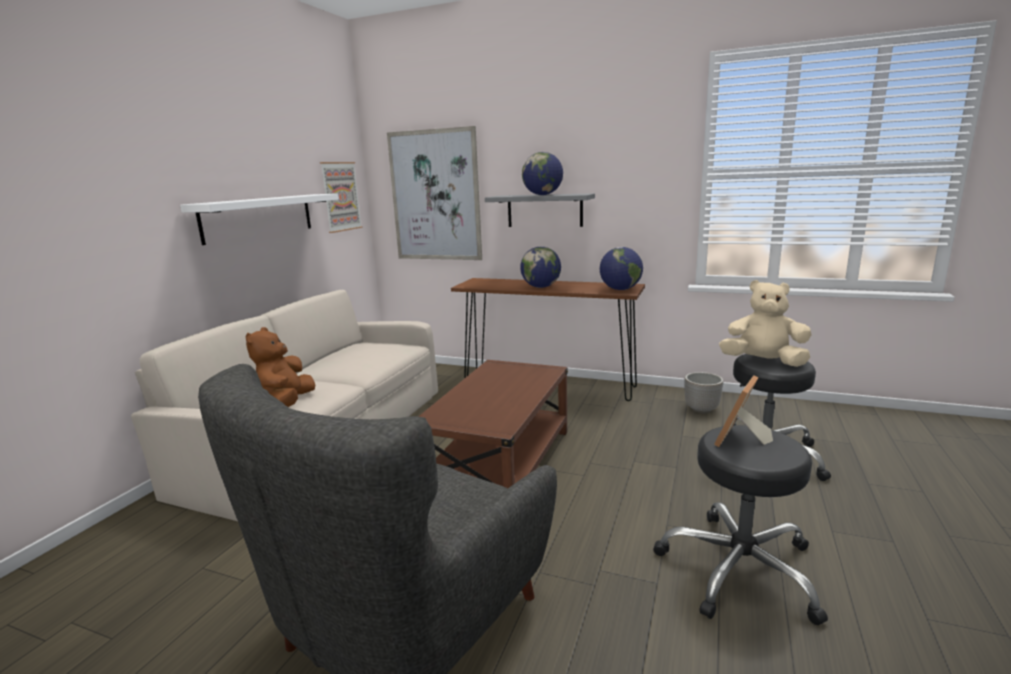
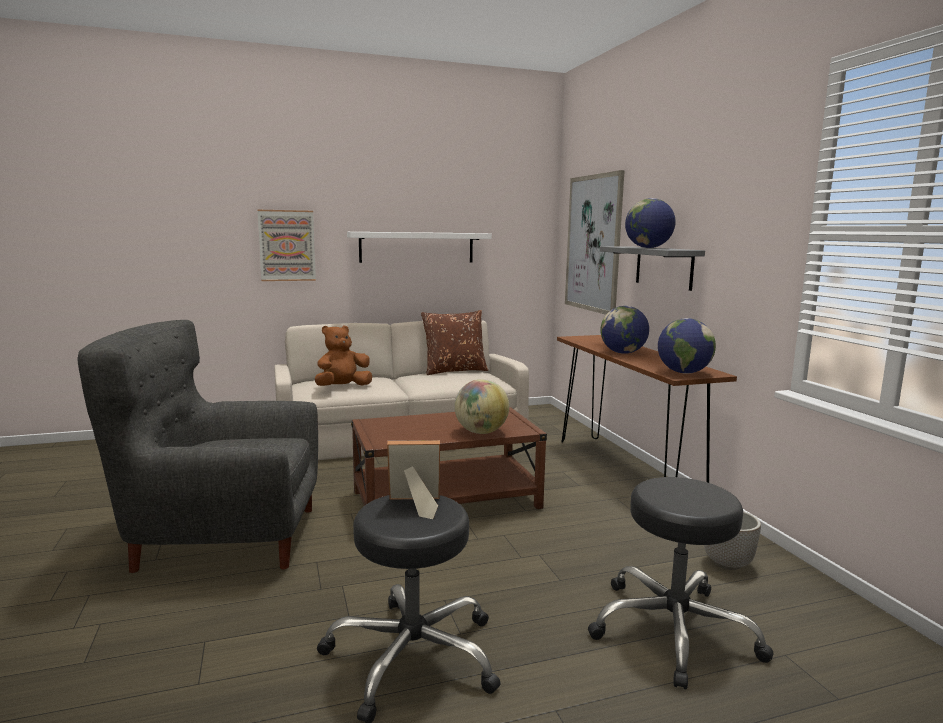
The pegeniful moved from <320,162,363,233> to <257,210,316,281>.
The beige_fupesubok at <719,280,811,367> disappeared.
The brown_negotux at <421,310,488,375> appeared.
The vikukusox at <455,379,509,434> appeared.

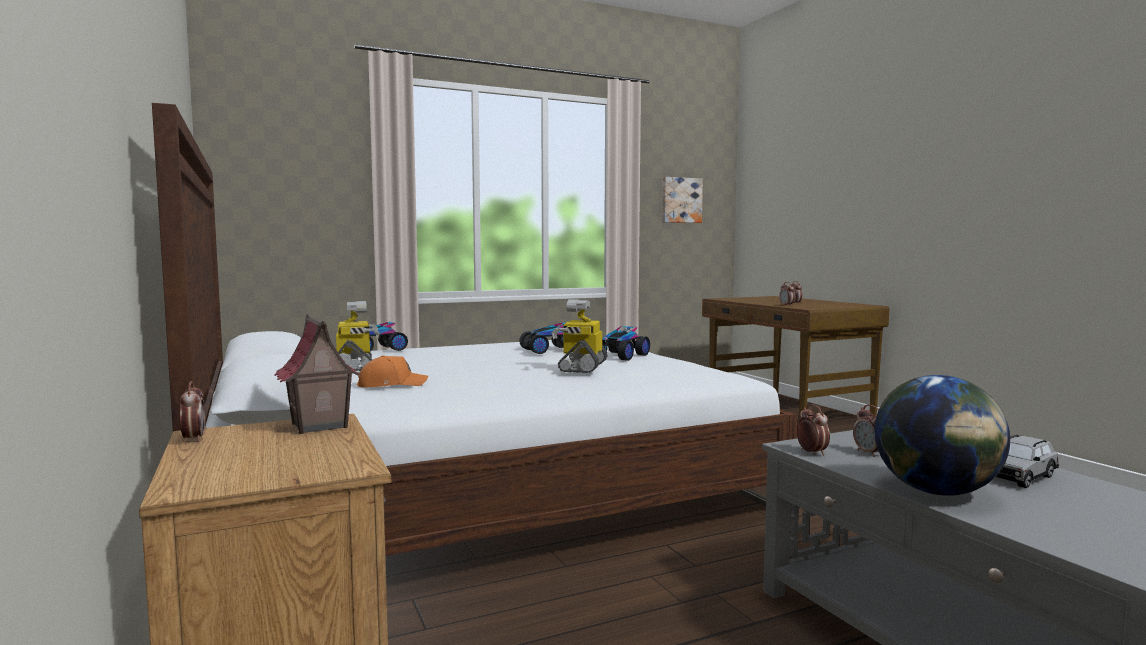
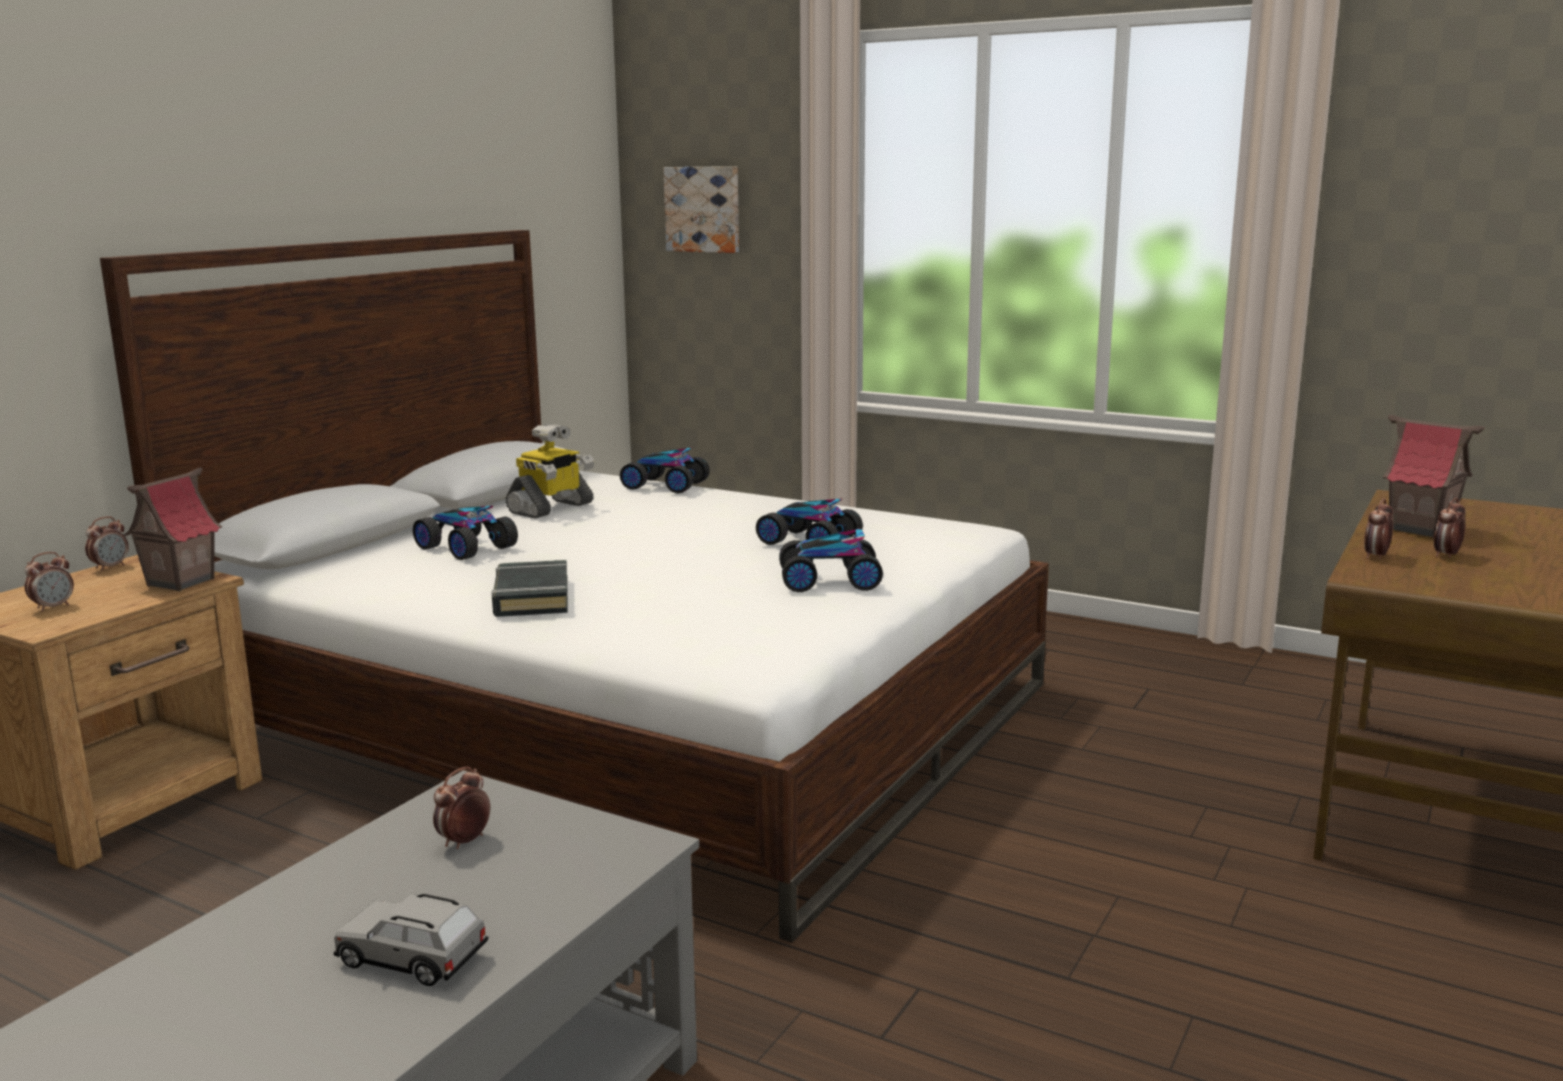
The pegeniful moved from <662,177,703,223> to <664,166,739,253>.
The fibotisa at <552,299,608,373> disappeared.
The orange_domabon at <357,355,428,387> was replaced by the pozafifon at <413,506,518,560>.
The vikukusox at <875,375,1010,496> disappeared.
The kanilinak moved from <797,404,830,456> to <25,552,74,612>.
The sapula at <1383,415,1484,538> appeared.
The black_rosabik at <491,560,568,617> appeared.

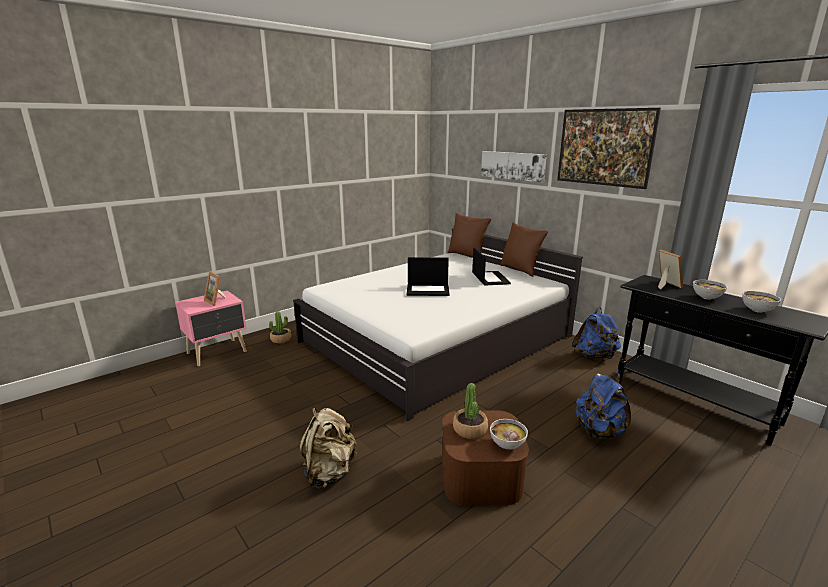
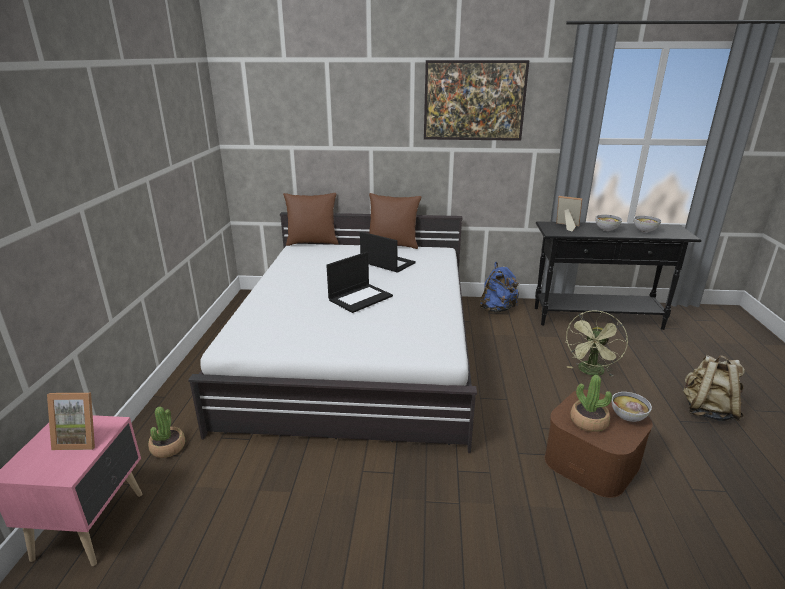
The pegeniful at <481,151,547,183> disappeared.
The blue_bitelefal at <575,373,631,439> was replaced by the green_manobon at <565,310,628,377>.
The beige_bitelefal moved from <300,408,358,489> to <683,355,745,421>.

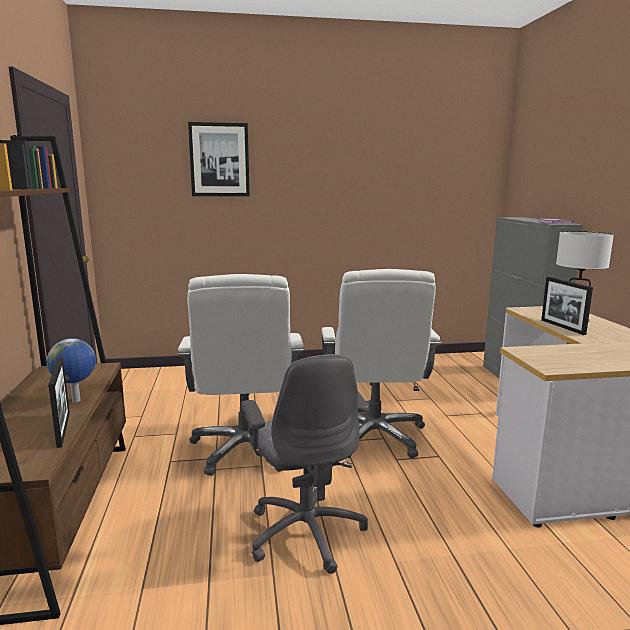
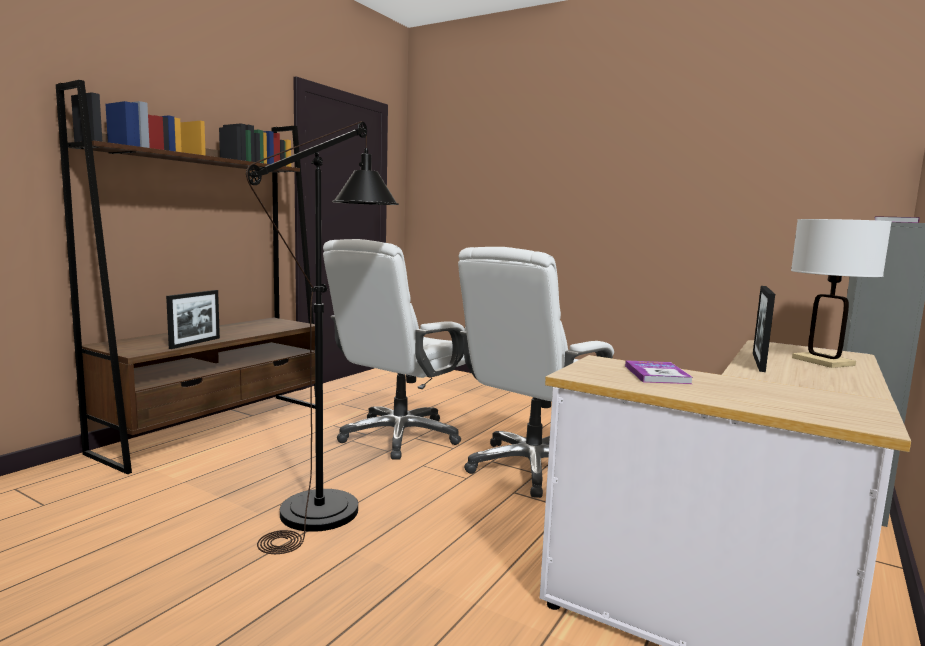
The pegeniful at <188,122,250,196> disappeared.
The vikukusox at <46,338,96,402> disappeared.
The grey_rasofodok at <241,354,369,574> was replaced by the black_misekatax at <246,121,399,554>.
The rosabik at <625,360,693,384> appeared.

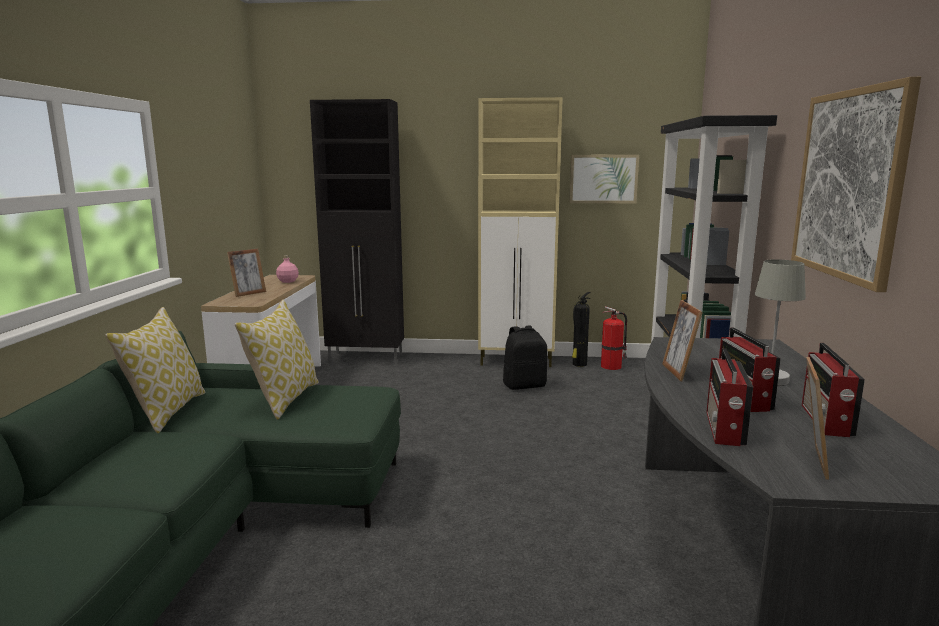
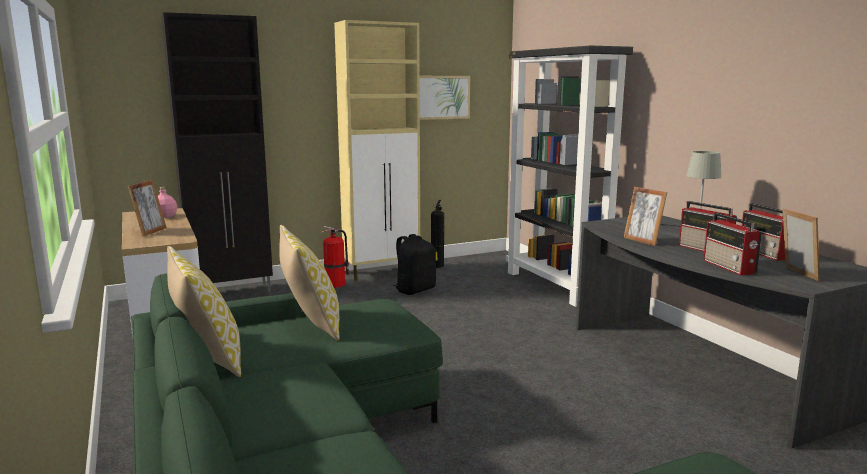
The pegeniful at <791,77,921,292> disappeared.
The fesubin moved from <601,306,627,370> to <322,226,350,288>.

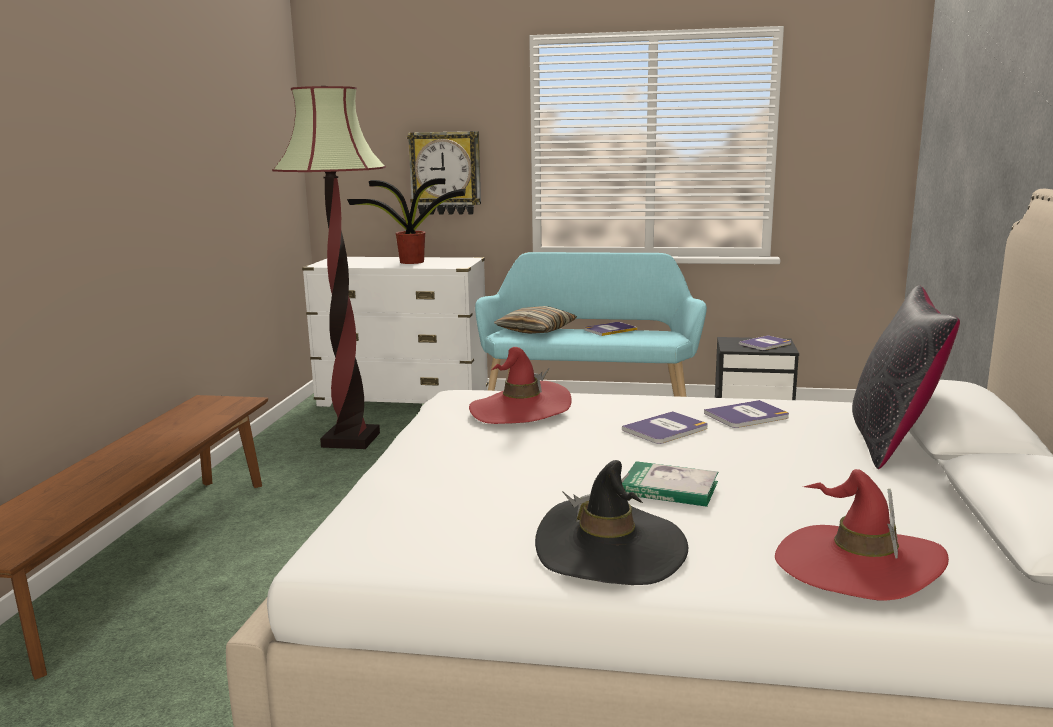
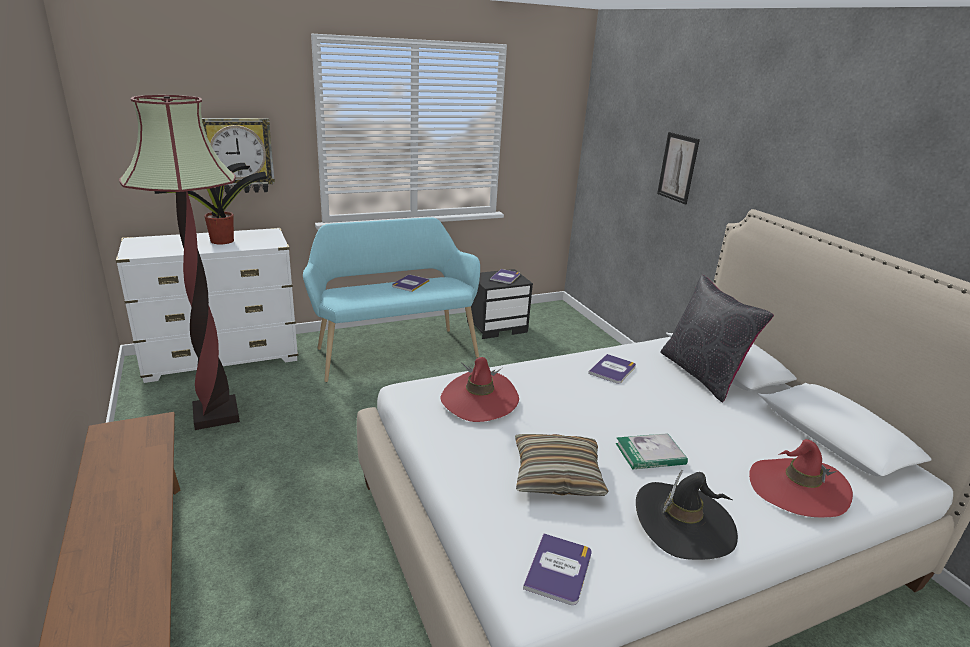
The negotux moved from <494,306,577,334> to <515,434,609,496>.
The rosabik moved from <622,411,708,444> to <523,533,592,605>.
The pegeniful at <657,132,700,204> appeared.

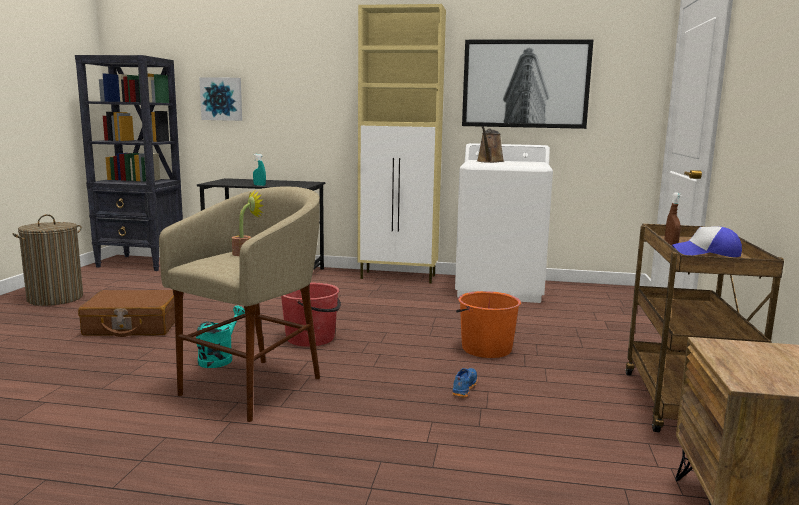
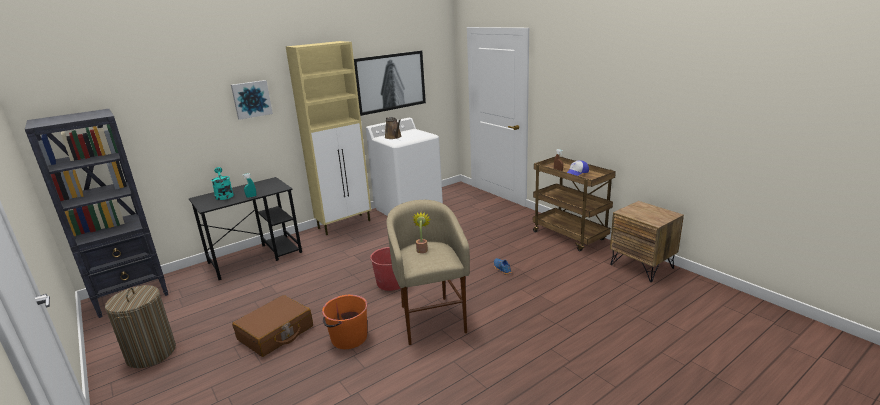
The pegeniful moved from <199,77,242,121> to <231,80,273,120>.
The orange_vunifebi moved from <456,291,521,358> to <322,295,367,349>.
The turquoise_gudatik moved from <196,306,245,368> to <211,167,234,200>.

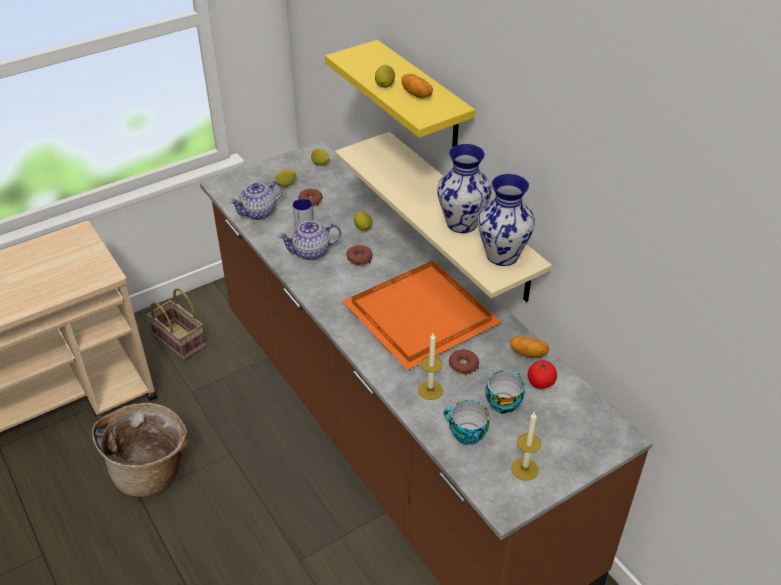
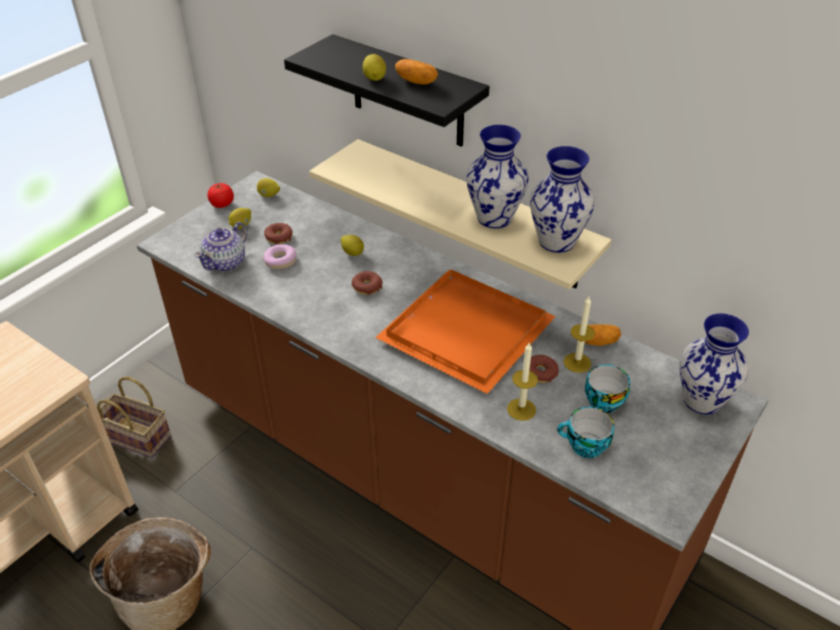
The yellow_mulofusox at <325,40,475,147> became the black_mulofusox at <284,34,489,147>.
The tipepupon at <293,199,313,228> was replaced by the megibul at <263,244,297,269>.
The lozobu at <278,221,341,260> disappeared.
The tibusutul moved from <528,360,557,389> to <207,183,234,208>.
The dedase moved from <511,411,541,480> to <564,296,595,373>.
The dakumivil at <679,313,749,415> appeared.

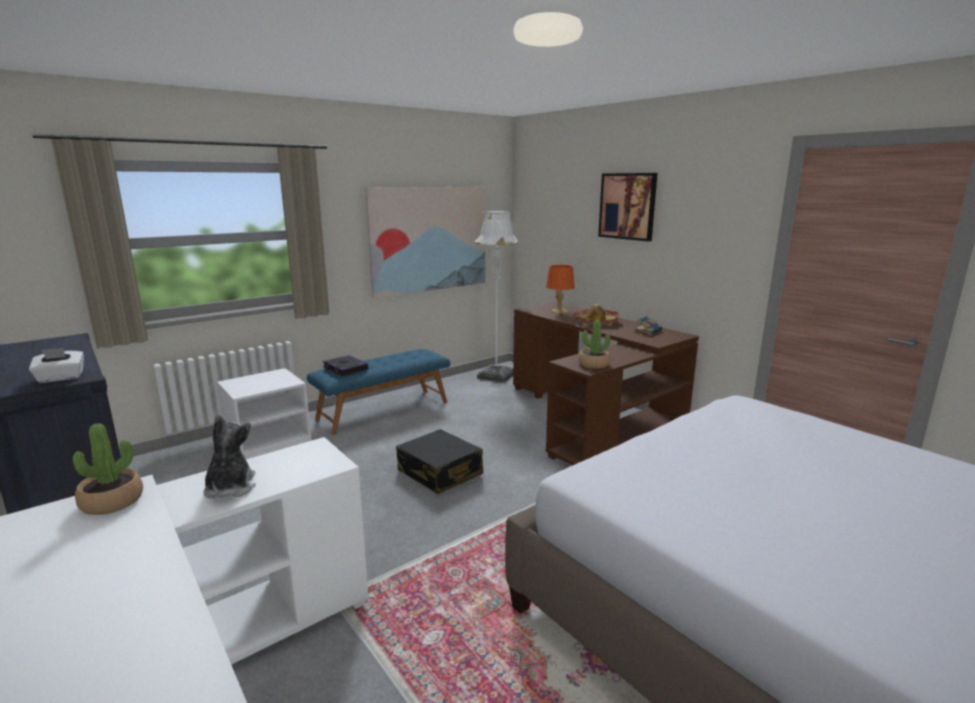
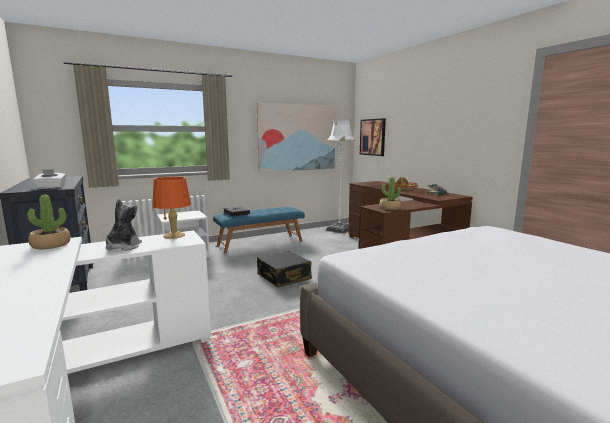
The pegeniful moved from <598,173,657,241> to <360,118,386,156>.
The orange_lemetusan moved from <546,265,575,313> to <152,177,191,239>.

